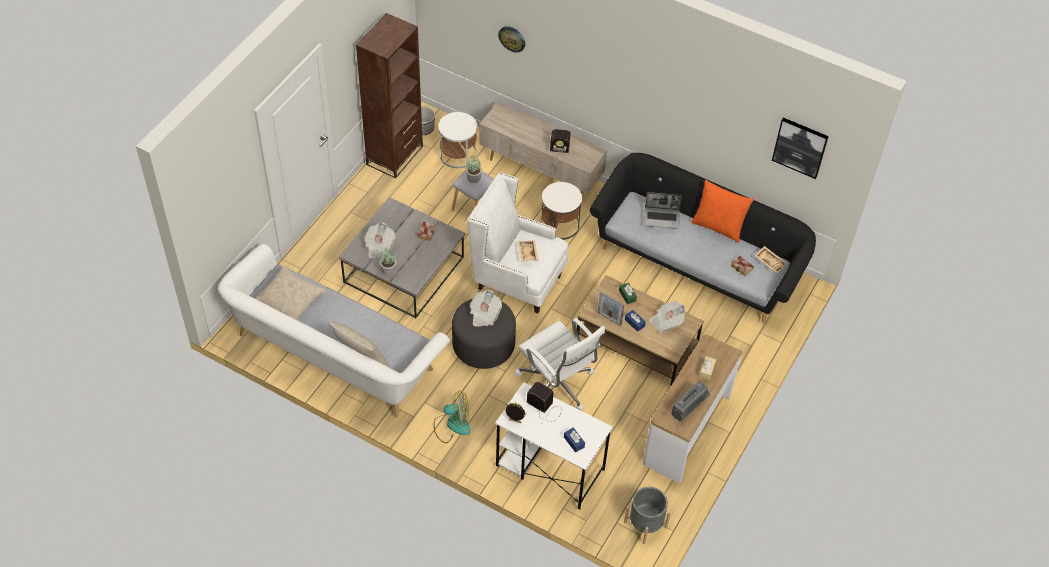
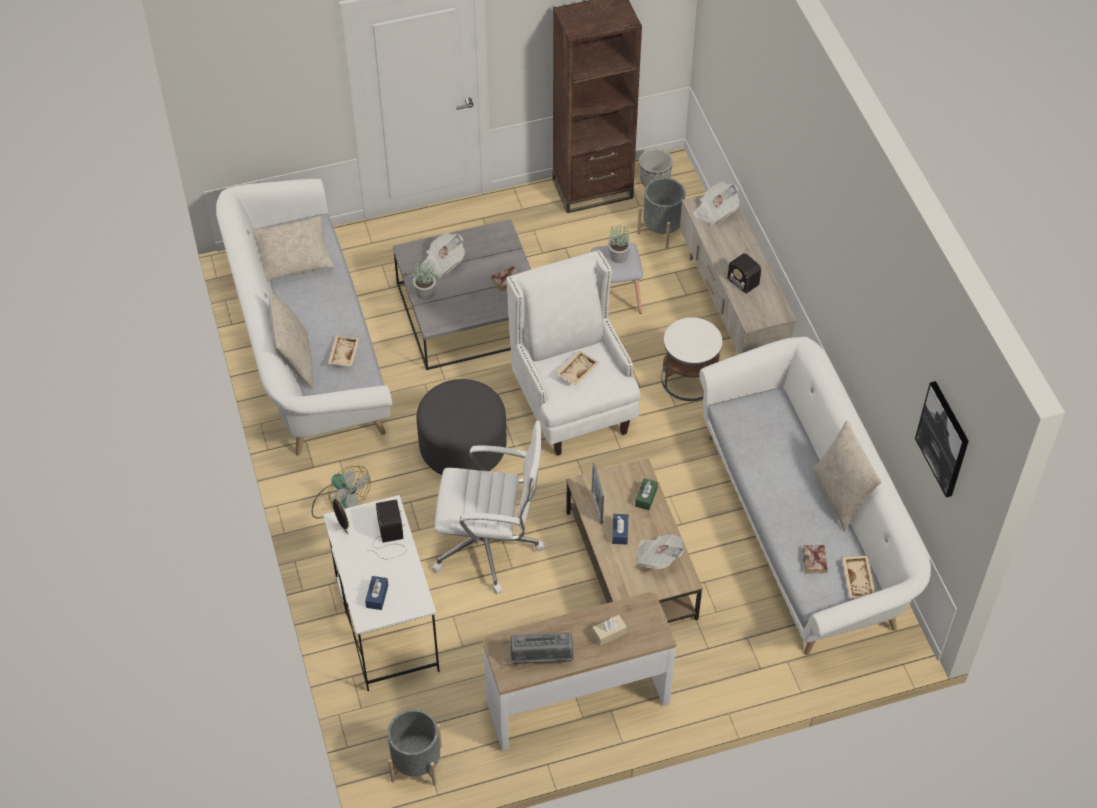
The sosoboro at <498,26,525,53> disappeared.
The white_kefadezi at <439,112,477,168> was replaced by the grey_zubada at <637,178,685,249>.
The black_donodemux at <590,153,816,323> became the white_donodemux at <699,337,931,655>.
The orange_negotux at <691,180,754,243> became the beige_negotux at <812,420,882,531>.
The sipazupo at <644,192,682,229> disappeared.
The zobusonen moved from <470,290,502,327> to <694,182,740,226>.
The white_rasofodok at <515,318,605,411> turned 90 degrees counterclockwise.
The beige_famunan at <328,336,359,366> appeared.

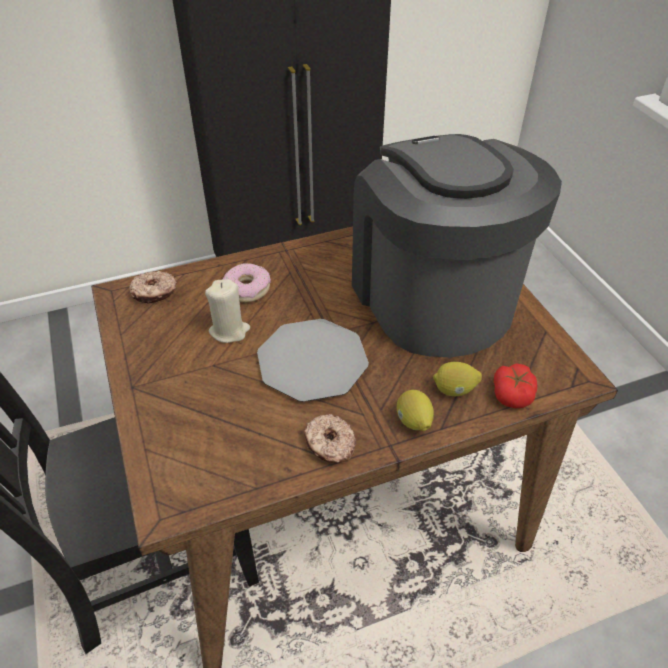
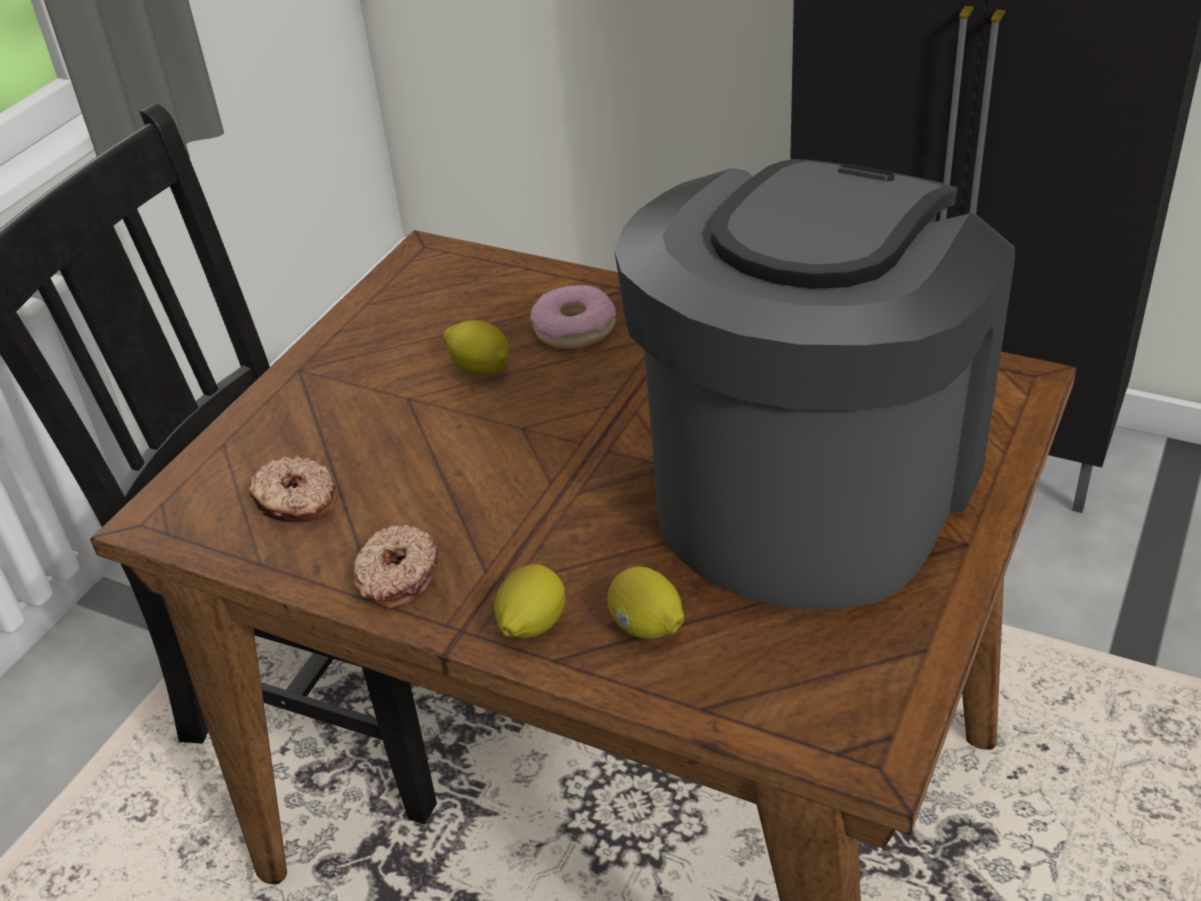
The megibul moved from <129,271,177,304> to <249,455,337,522>.
The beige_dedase at <205,279,250,343> was replaced by the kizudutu at <443,320,509,375>.
The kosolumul at <257,319,369,402> disappeared.
The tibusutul at <494,364,537,408> disappeared.

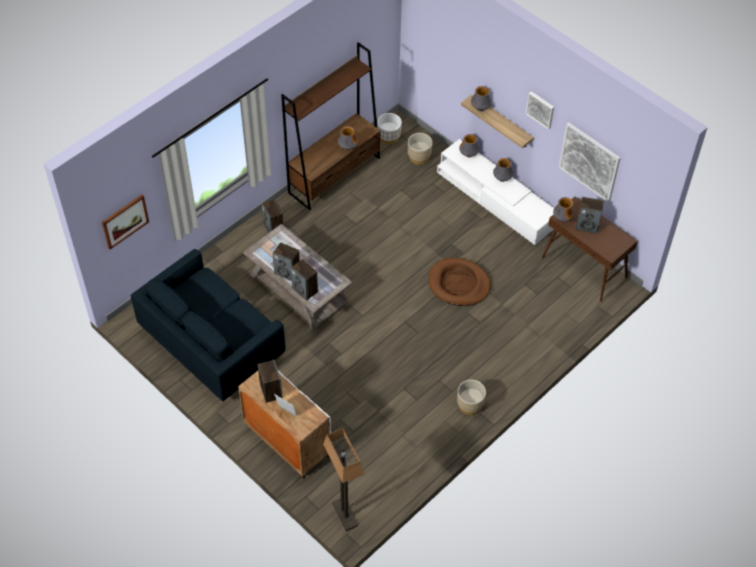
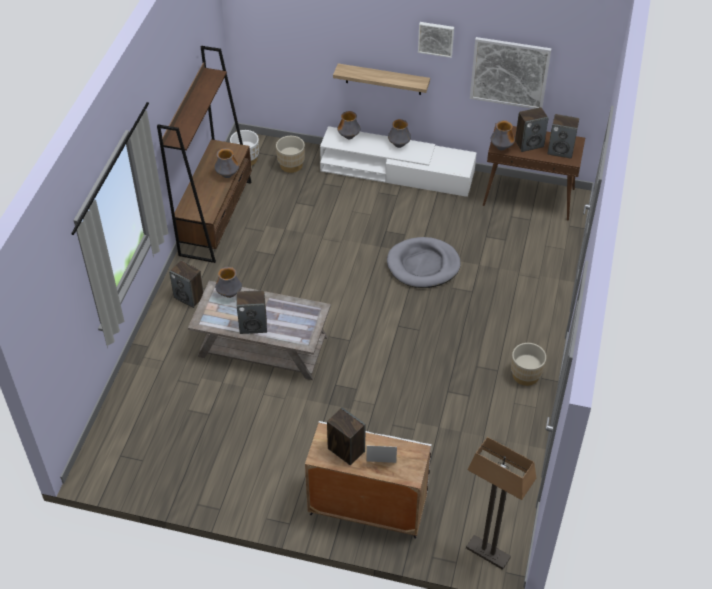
The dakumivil moved from <471,86,492,111> to <215,267,242,298>.
The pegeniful at <102,195,149,249> disappeared.
The blue_donodemux at <131,249,286,401> disappeared.
The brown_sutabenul at <428,258,491,306> became the grey_sutabenul at <387,237,461,288>.
The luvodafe moved from <291,259,318,301> to <547,114,579,159>.

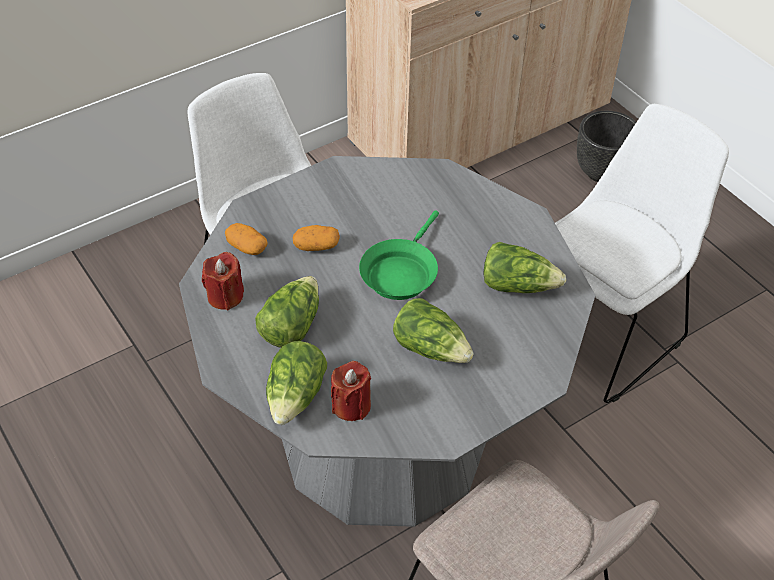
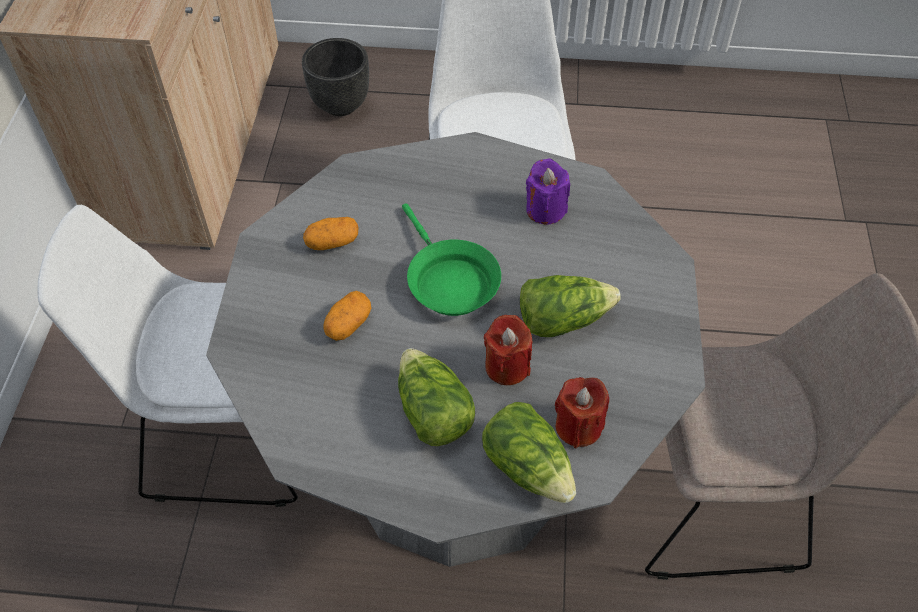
The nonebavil moved from <225,223,268,255> to <303,217,358,250>.
The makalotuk at <483,242,566,293> was replaced by the purple_dedase at <526,158,570,225>.
The red_dedase moved from <202,252,244,310> to <484,315,532,385>.

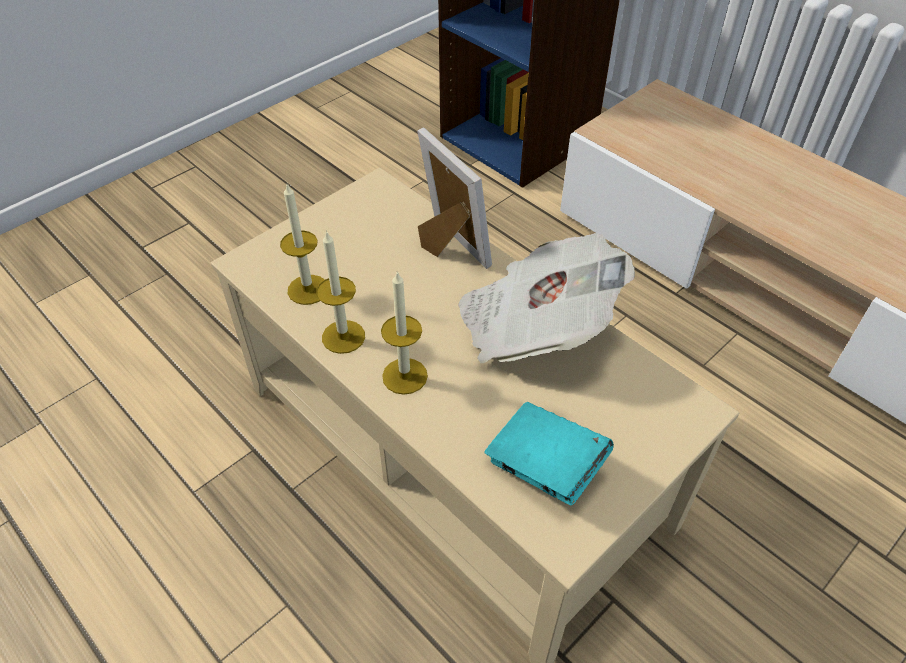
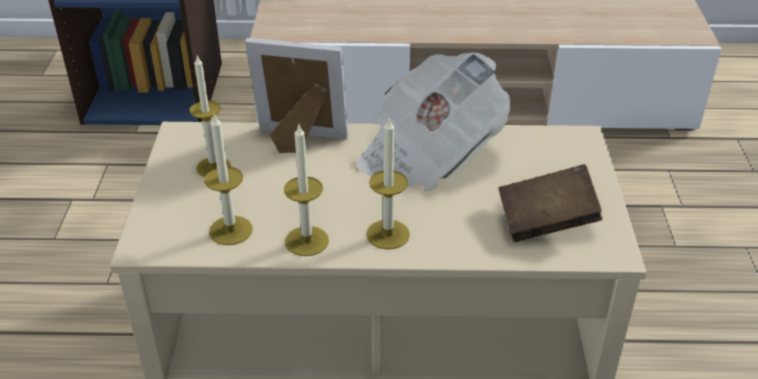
The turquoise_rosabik at <485,402,614,506> became the brown_rosabik at <499,164,603,242>.
The dedase at <190,56,231,177> appeared.

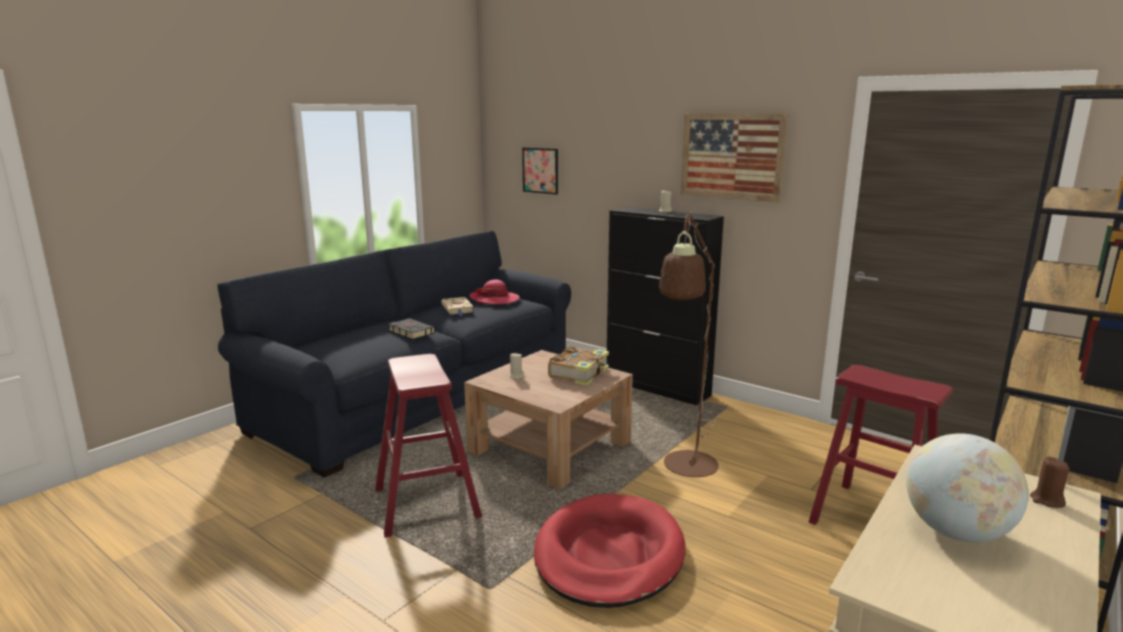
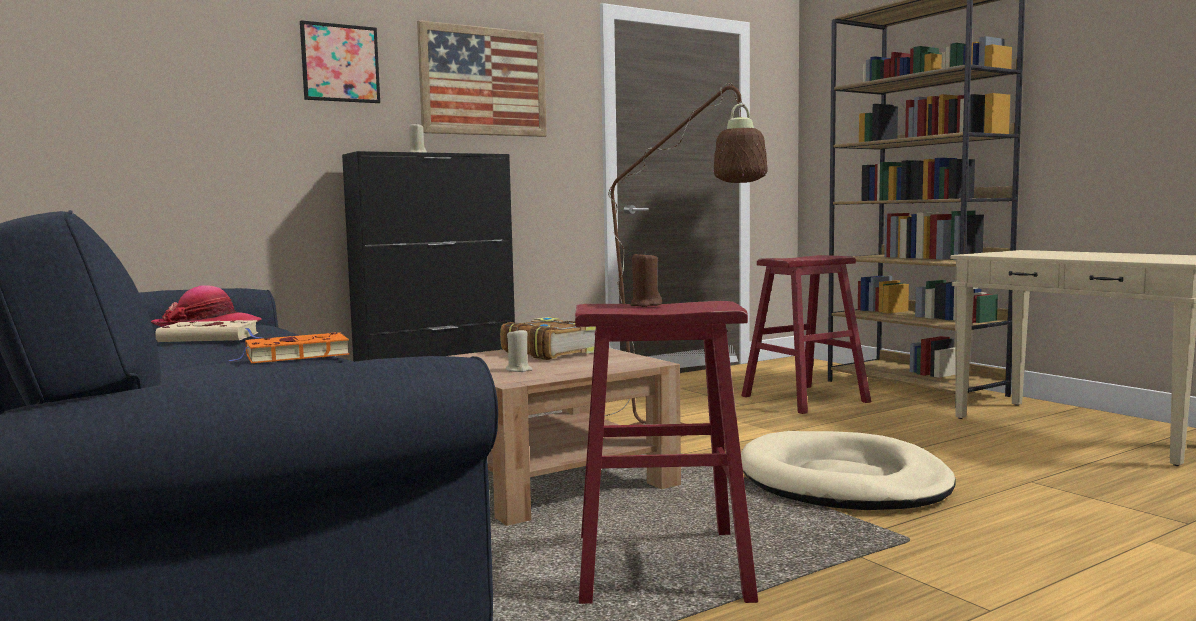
The pegeniful moved from <522,147,558,195> to <300,20,380,103>.
The black_rosabik at <389,319,435,339> became the orange_rosabik at <230,332,350,363>.
The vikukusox at <906,433,1029,542> disappeared.
The brown_dedase moved from <1030,456,1070,508> to <630,251,662,307>.
The red_sutabenul at <534,494,685,608> became the beige_sutabenul at <741,431,956,510>.

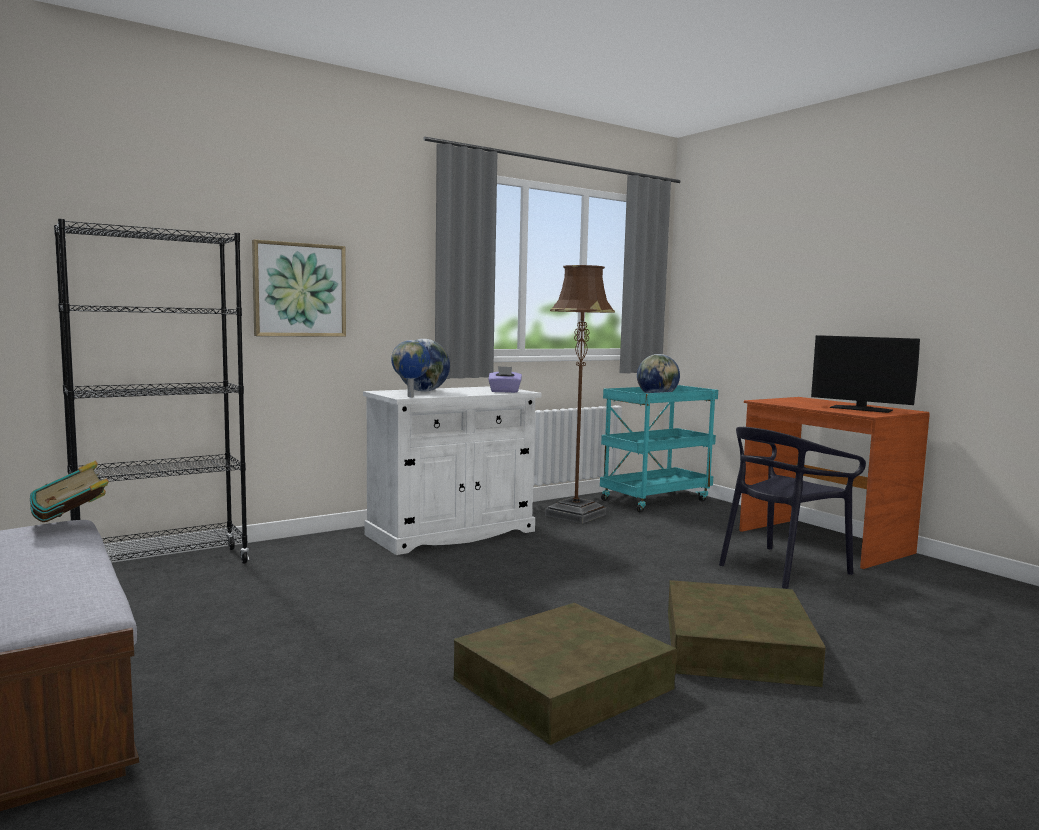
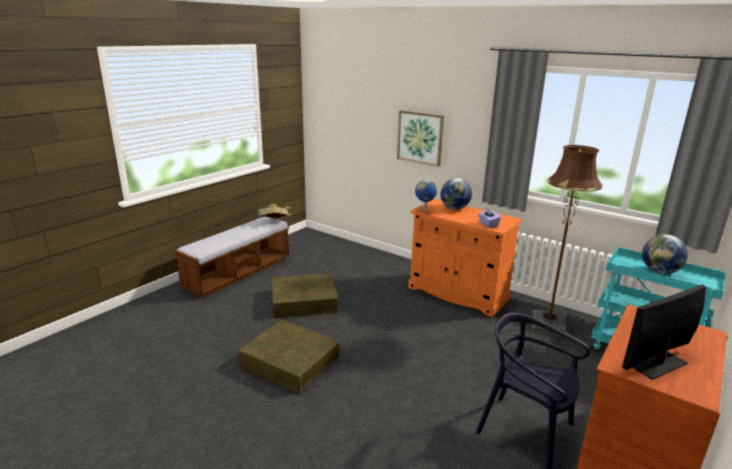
The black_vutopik at <54,219,249,564> disappeared.
The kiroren at <811,335,920,413> turned 45 degrees clockwise.
The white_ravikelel at <363,386,541,555> became the orange_ravikelel at <408,199,522,317>.
The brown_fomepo moved from <668,580,826,687> to <272,273,338,318>.

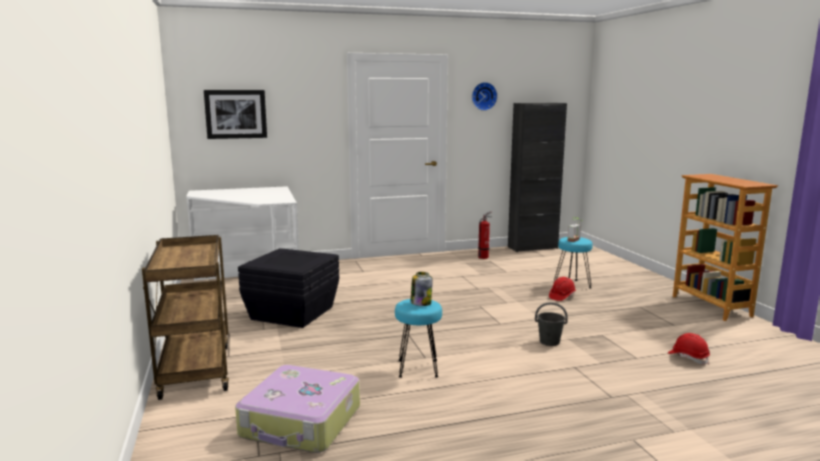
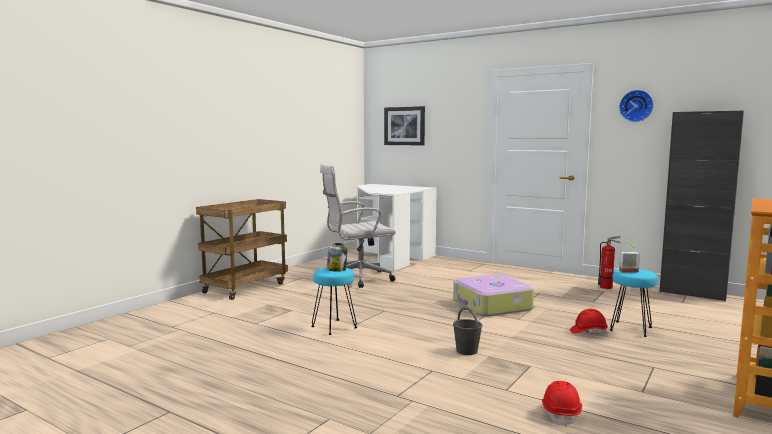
The black_fomepo at <238,248,339,328> was replaced by the white_rasofodok at <320,164,396,288>.
The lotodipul moved from <235,365,360,453> to <453,274,534,316>.

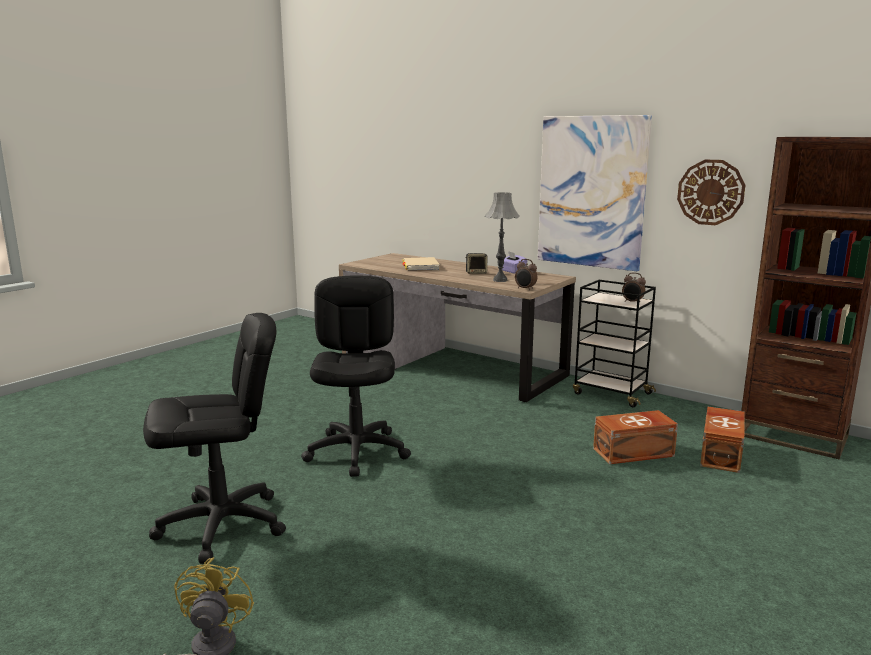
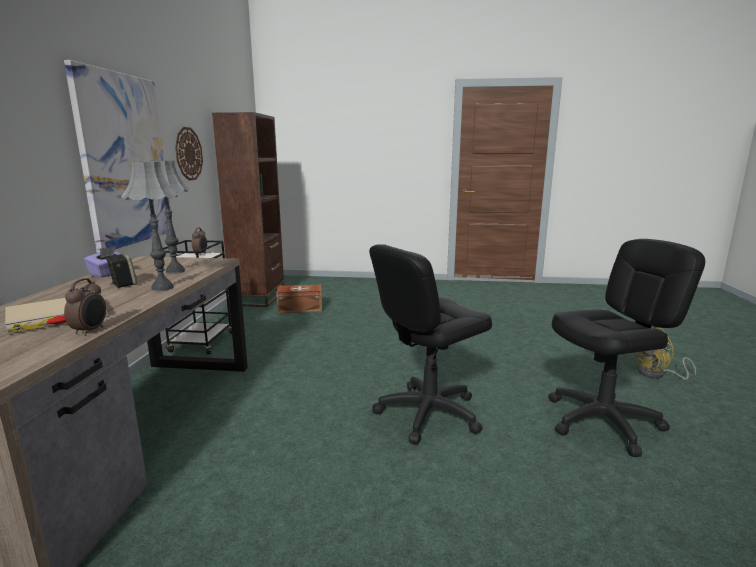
The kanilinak moved from <515,259,537,290> to <64,278,106,336>.
The black_rasofodok at <143,313,286,564> turned 120 degrees clockwise.
The brown_fomepo at <593,410,678,464> disappeared.
The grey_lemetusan at <121,162,178,291> appeared.

